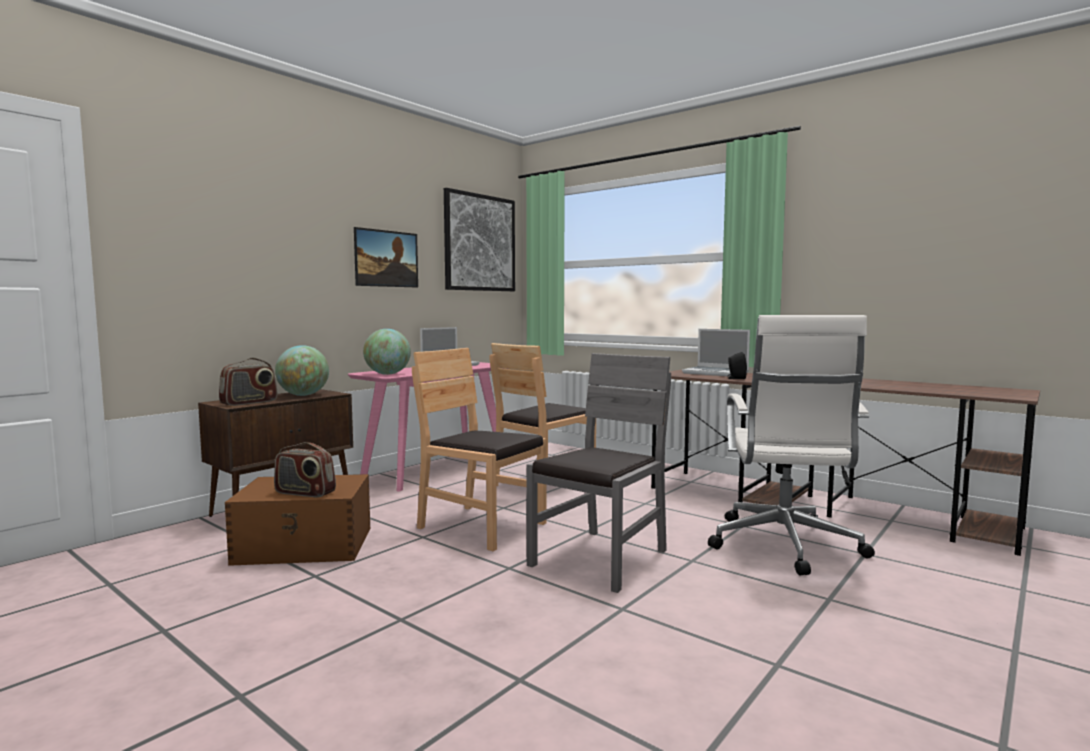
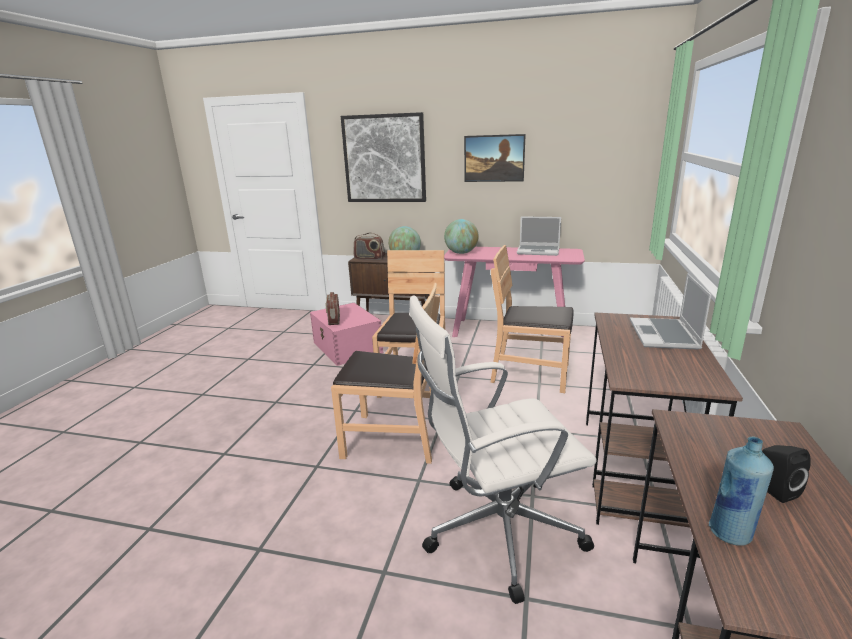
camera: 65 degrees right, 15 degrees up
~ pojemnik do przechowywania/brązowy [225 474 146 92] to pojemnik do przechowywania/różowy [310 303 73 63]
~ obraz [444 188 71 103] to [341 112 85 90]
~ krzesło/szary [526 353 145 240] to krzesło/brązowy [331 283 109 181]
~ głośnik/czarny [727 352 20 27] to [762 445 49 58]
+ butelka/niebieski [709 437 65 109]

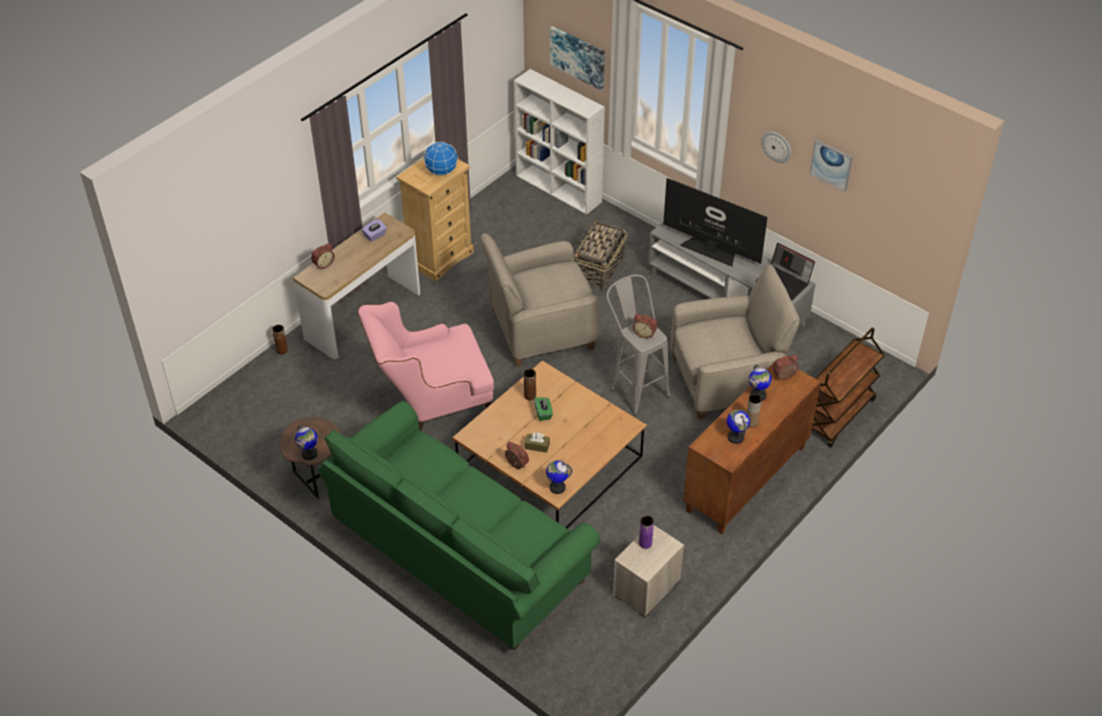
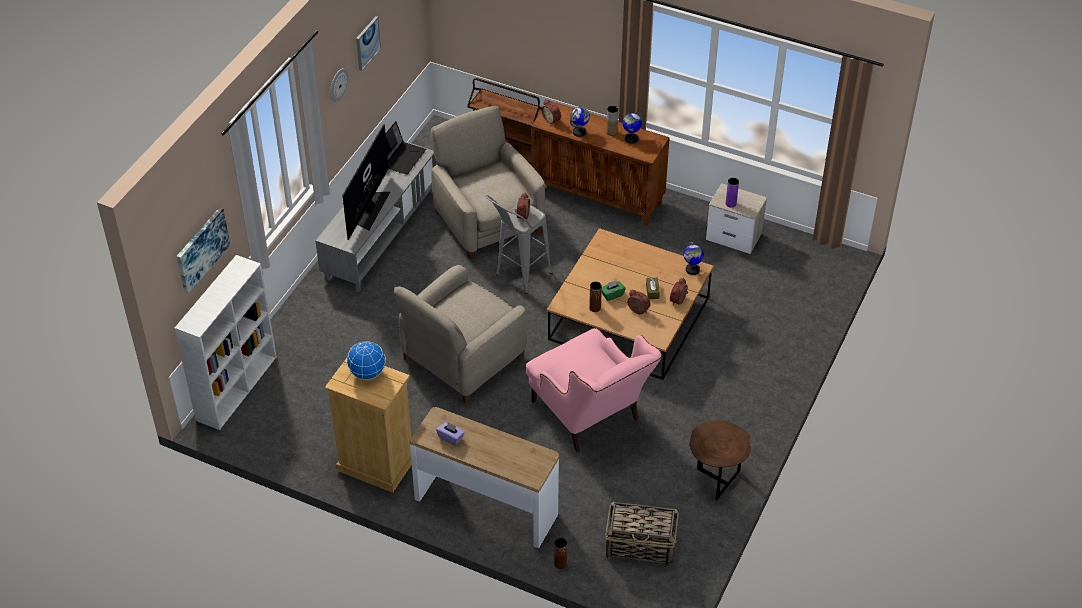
camera: 105 degrees left, 0 degrees up
- globus [295 425 23 35]
~ budzik [311 244 24 26] to [627 290 23 24]
- kanapa/zielony [318 401 282 248]
~ fotel/beżowy [481 233 118 134] = [394 265 133 139] 75 degrees clockwise
~ koszyk [573 218 54 73] to [605 502 74 64]

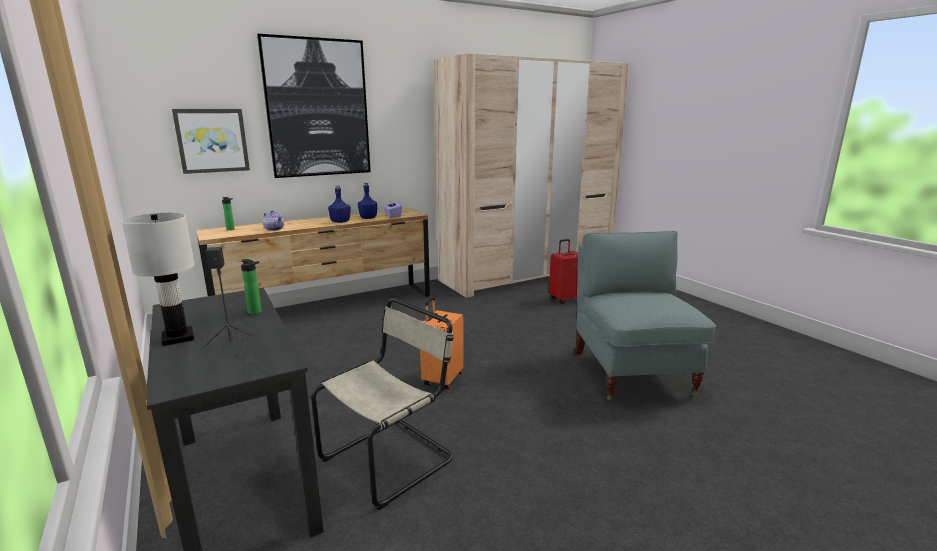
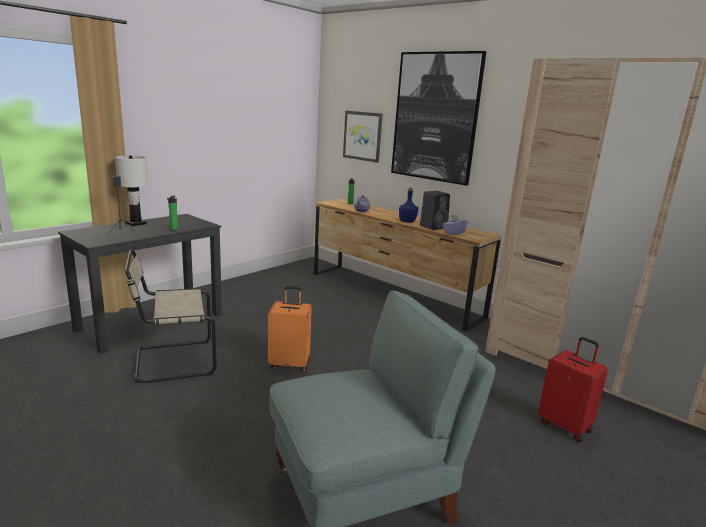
camera: 70 degrees right, 0 degrees up
~ krzesło/beżowy [311 298 143 212] = [125 249 92 134] 135 degrees clockwise
~ butelka/niebieski [358 183 19 36] to głośnik/czarny [420 191 30 39]

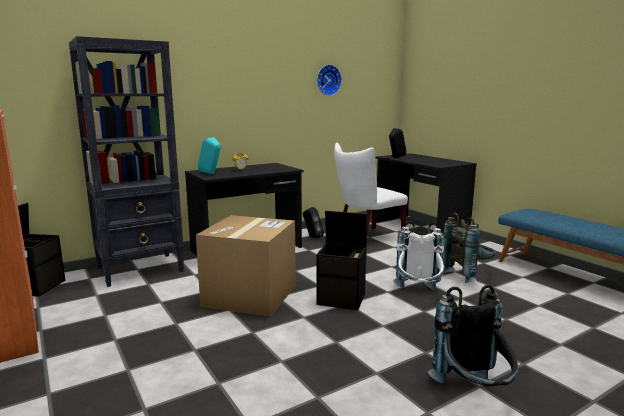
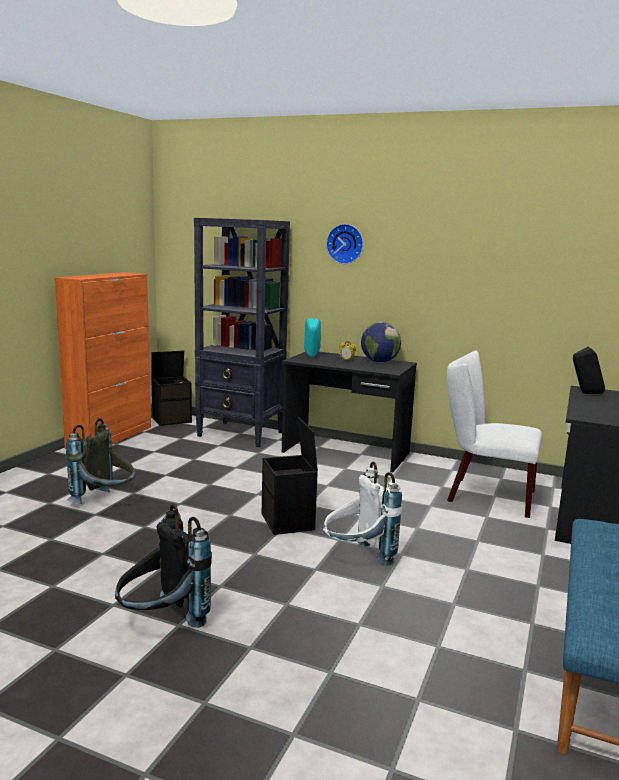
camera: 55 degrees right, 0 degrees up
- karton [196 215 100 102]
- głośnik/czarny [303 207 21 32]
~ zegar ścienny [317 65 25 31] to [326 224 37 40]
~ plecak/szary [443 212 53 71] to [66 418 69 86]
+ globus [361 322 40 41]

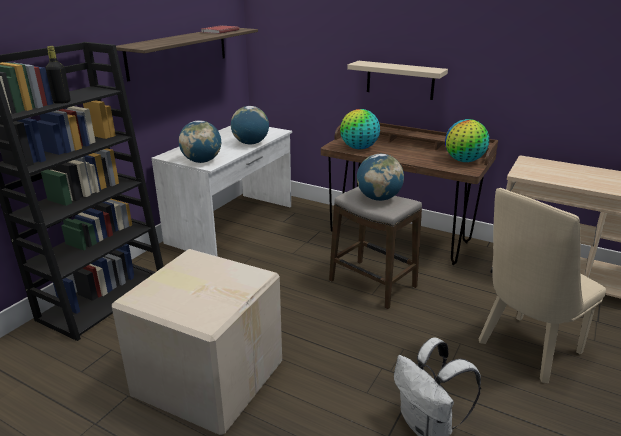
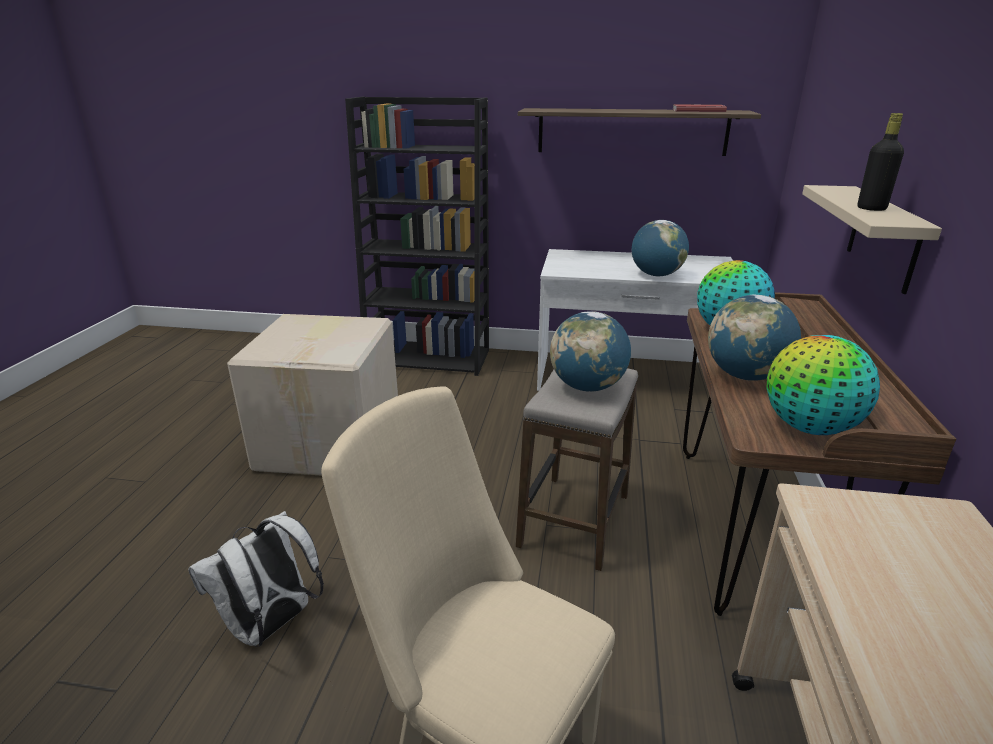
camera: 70 degrees right, 0 degrees up
~ butelka/czarny [45 46 26 58] to [858 113 46 98]
~ globus [179 120 42 43] to [708 295 93 86]

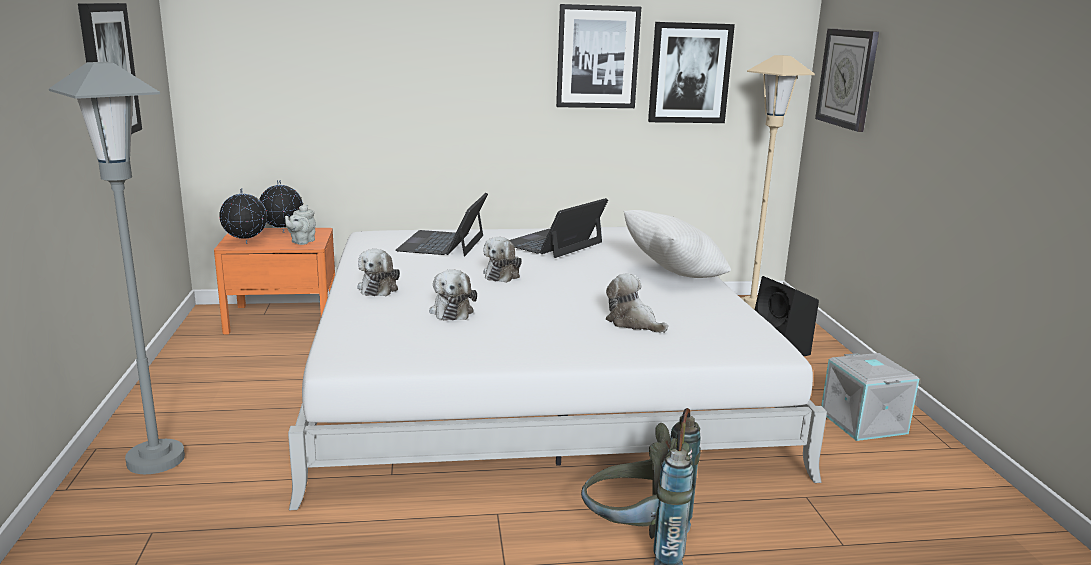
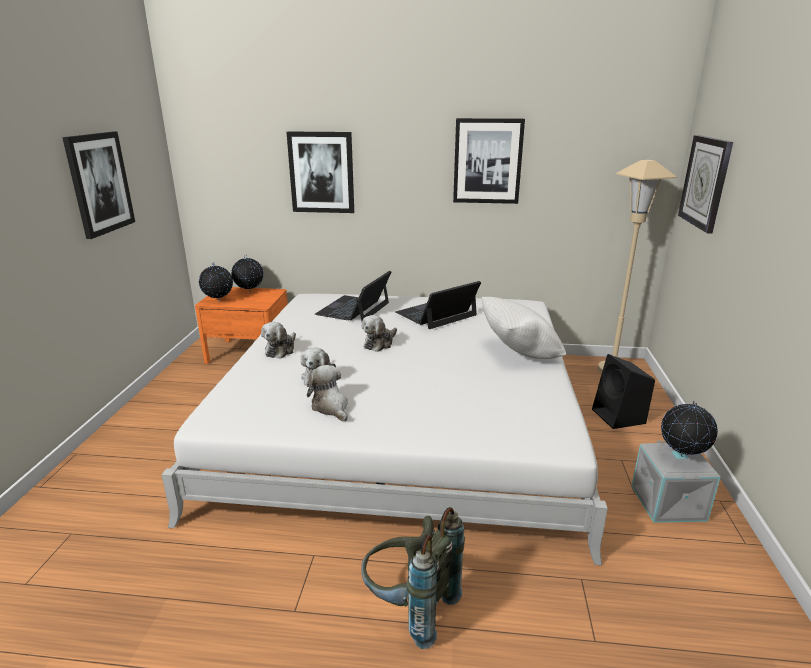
camera: 15 degrees right, 5 degrees up
- lampa stojąca/szary [49 62 136 412]
- imbryk/szary [285 204 31 41]
~ pluszak [606 273 62 60] to [307 365 41 56]
~ obraz [648 22 87 101] to [286 132 68 81]
+ globus [661 401 57 56]

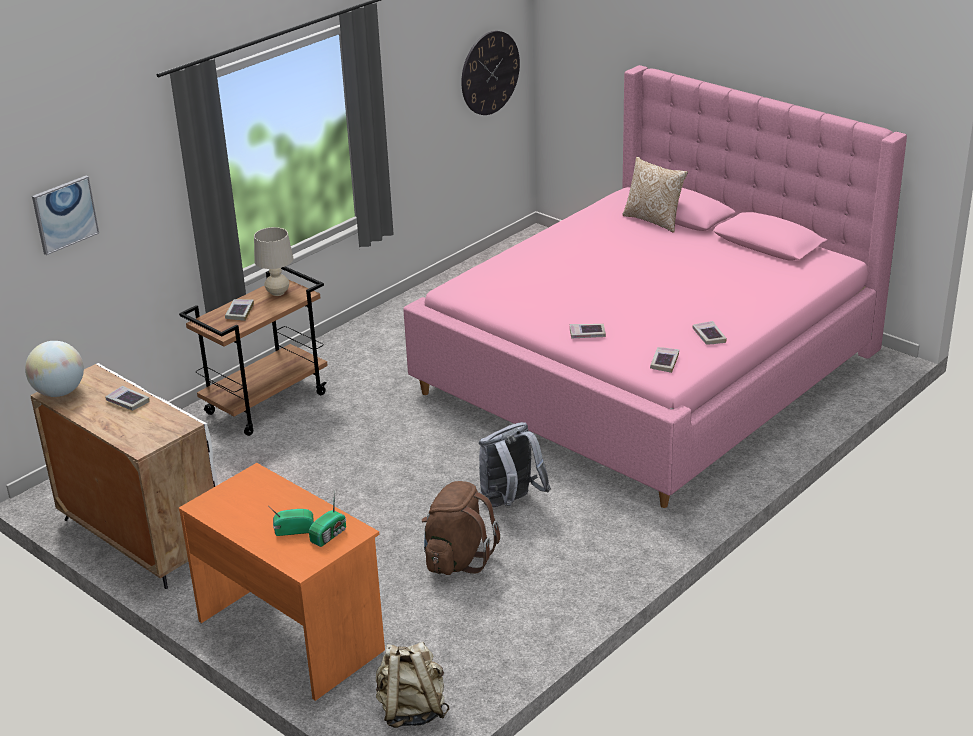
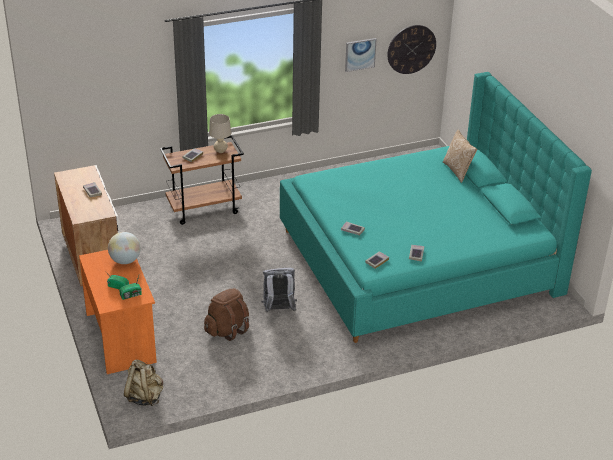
camera: 25 degrees right, 5 degrees up
~ globus [25 341 59 56] to [108 232 33 32]
~ obraz [32 176 67 79] to [345 38 32 34]
~ łóżko/różowy [403 65 504 443] to łóżko/turkusowy [280 72 312 271]

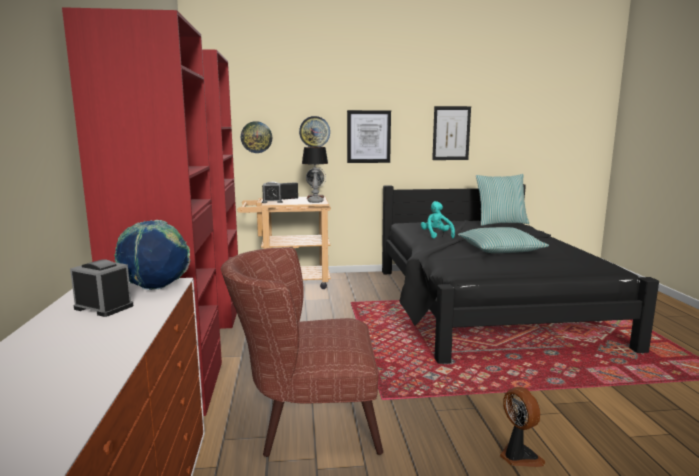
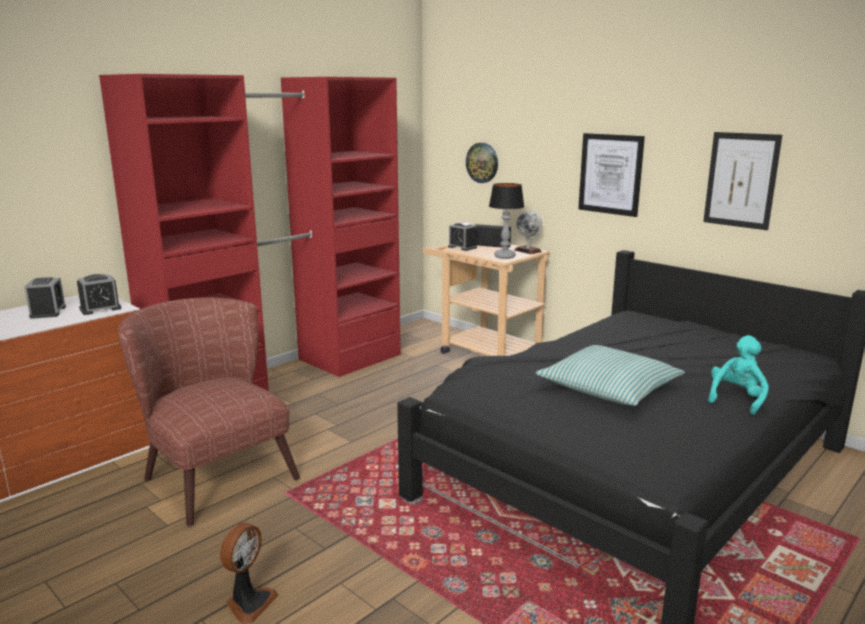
camera: 50 degrees right, 5 degrees up
~ globus [114 220 76 70] to budzik [77 274 44 41]
- zegar ścienny [299 116 31 31]
~ pluszak/turkusowy [421 201 34 37] to [708 335 61 80]
- poduszka [476 174 53 52]

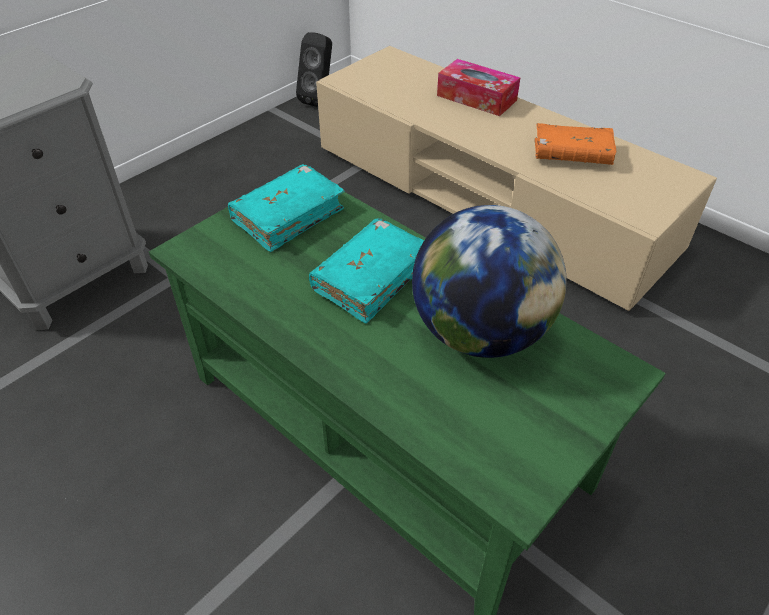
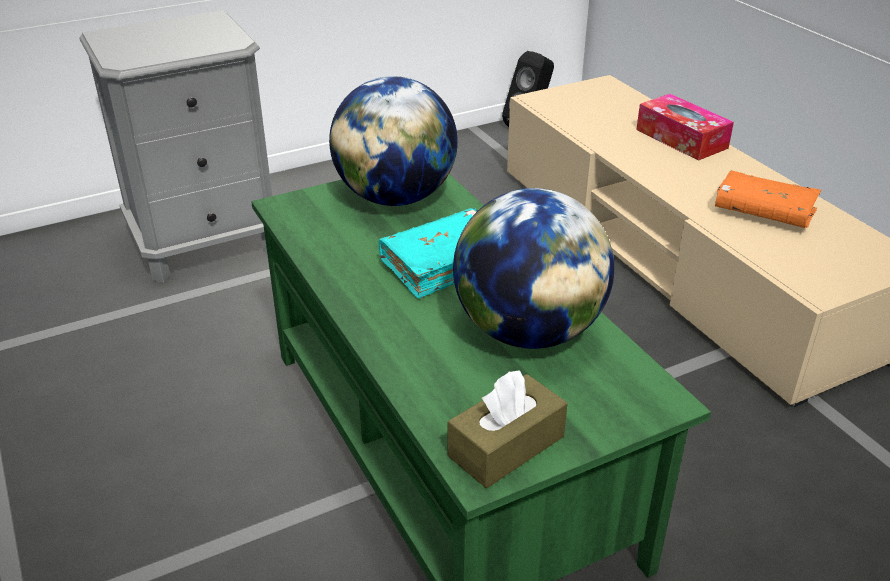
camera: 20 degrees right, 10 degrees down
~ książka/turkusowy [228 164 117 88] to globus [329 76 129 130]
+ pudełko chusteczek/brązowy [448 370 120 118]

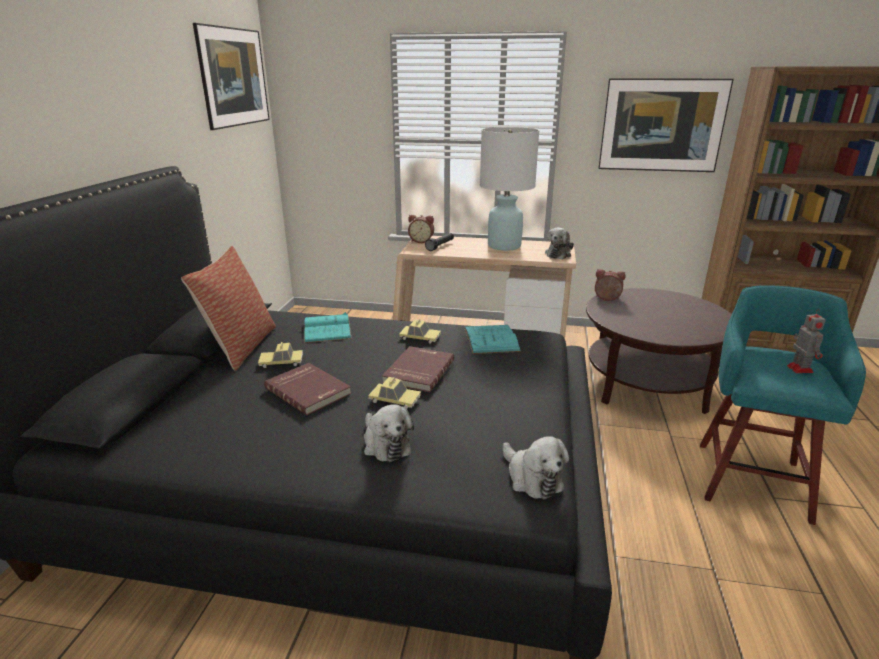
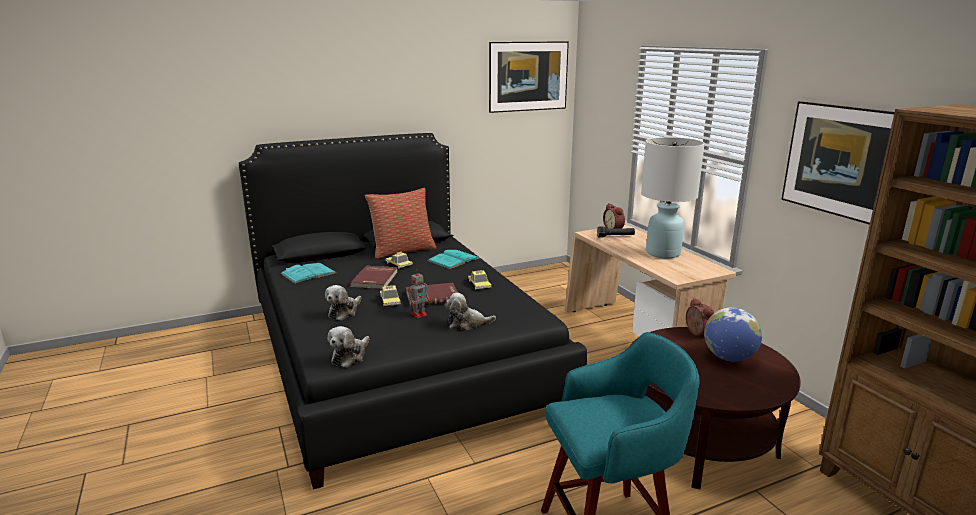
camera: 55 degrees right, 5 degrees down
~ książka/turkusowy [464 325 57 29] to [280 263 56 21]
~ pluszak [545 227 29 33] to [445 293 51 38]
~ robot zabawkowy [787 309 39 64] to [409 270 21 48]
+ globus [704 307 58 55]

